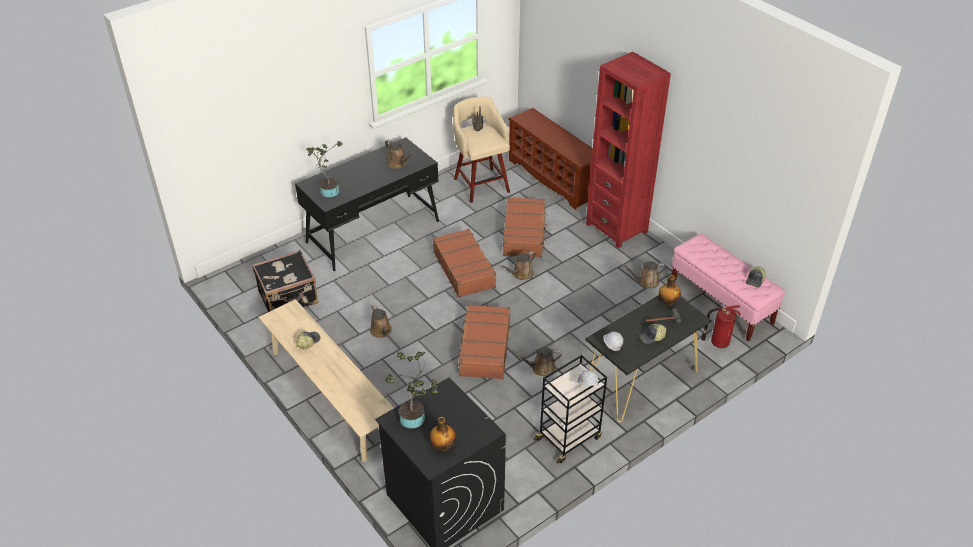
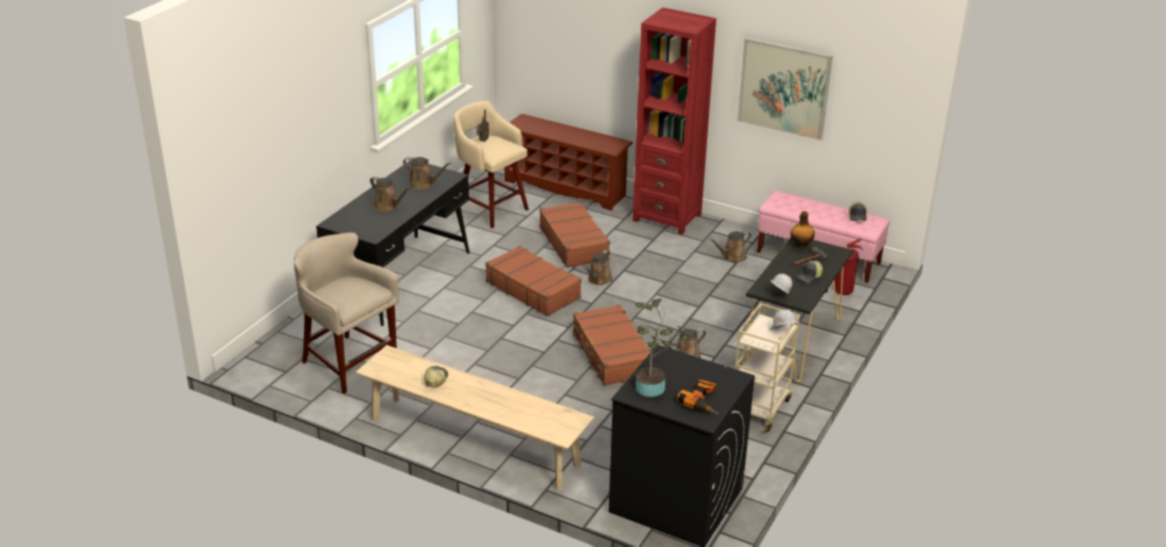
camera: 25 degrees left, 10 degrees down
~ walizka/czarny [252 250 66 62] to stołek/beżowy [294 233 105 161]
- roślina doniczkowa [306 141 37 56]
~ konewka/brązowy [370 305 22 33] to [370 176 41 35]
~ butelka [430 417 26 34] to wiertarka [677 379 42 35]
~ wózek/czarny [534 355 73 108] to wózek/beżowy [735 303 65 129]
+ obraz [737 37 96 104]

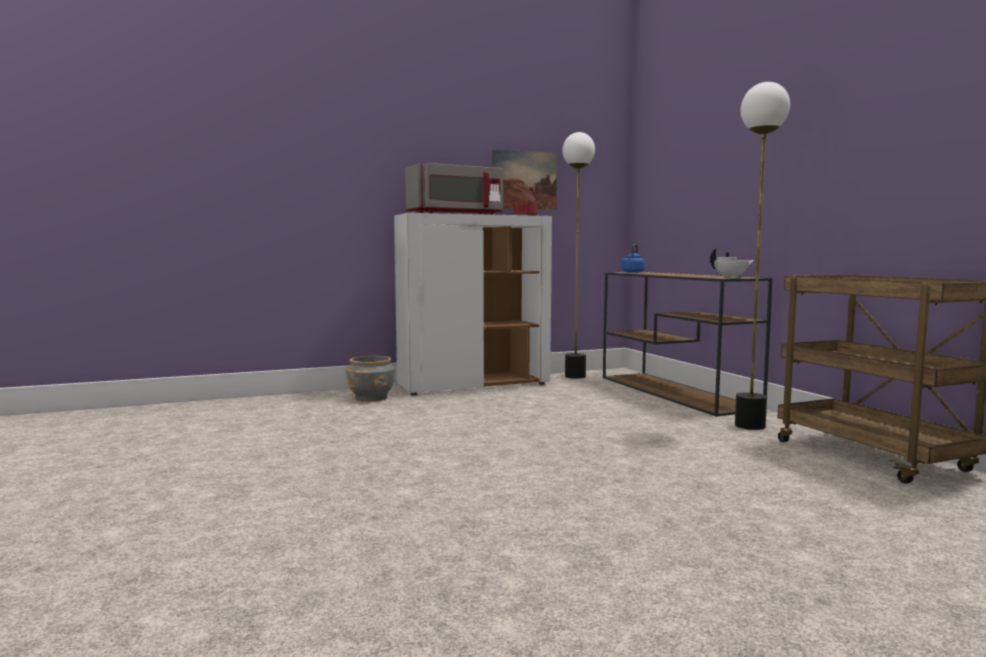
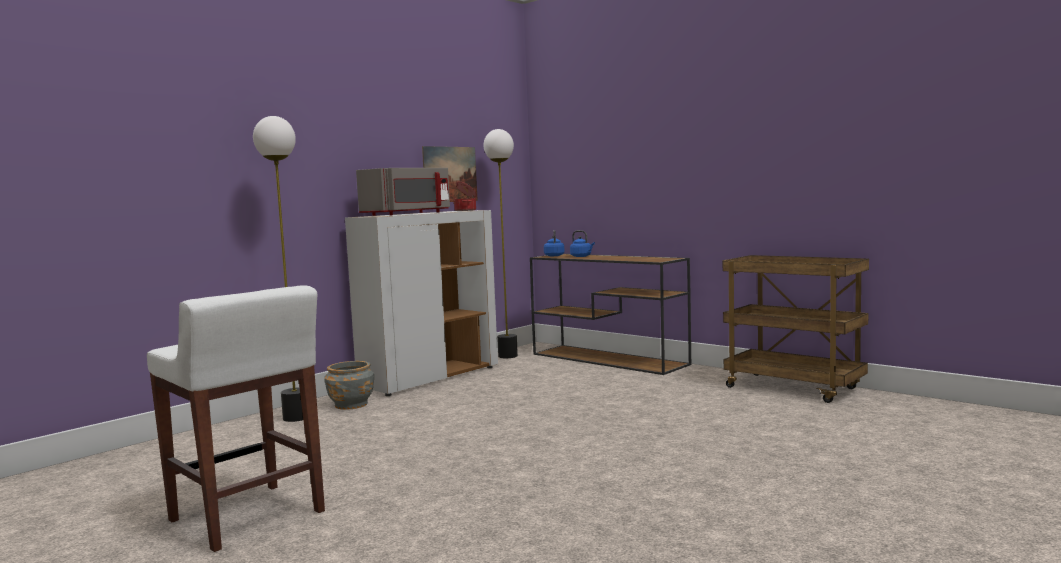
camera: 25 degrees left, 0 degrees up
- imbryk/biały [710 248 45 30]
~ lampa stojąca [735 82 55 348] to [253 116 50 306]
+ stołek/biały [147 285 178 267]
+ czajnik/niebieski [570 230 25 27]

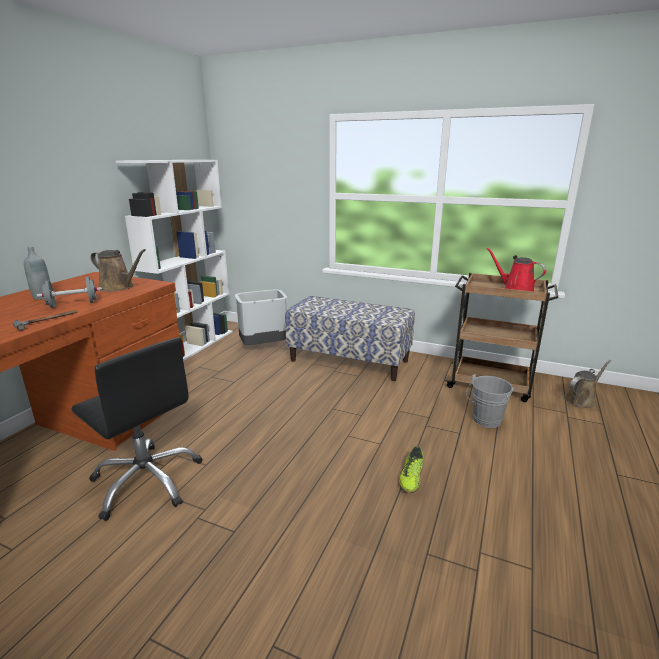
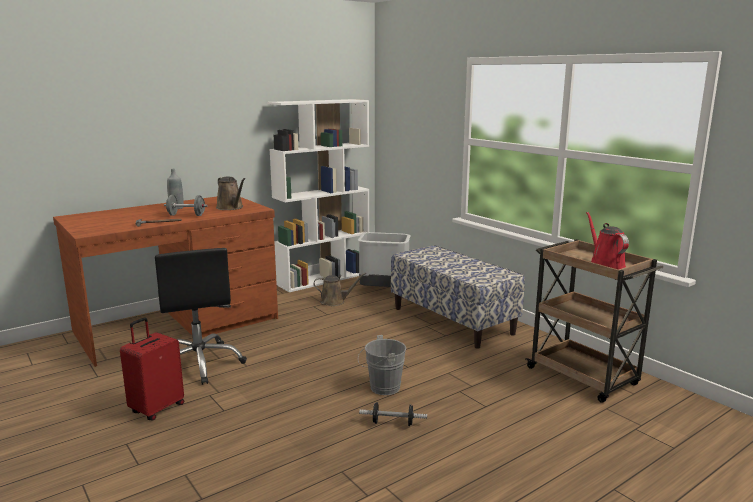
camera: 30 degrees right, 5 degrees down
~ but [399 446 24 47] to hantel [359 402 68 24]
~ wiadro/szary [466 374 48 54] to [358 335 48 60]
~ konewka/brązowy [564 360 47 48] to [313 273 53 33]
+ walizka/czerwony [120 318 64 102]

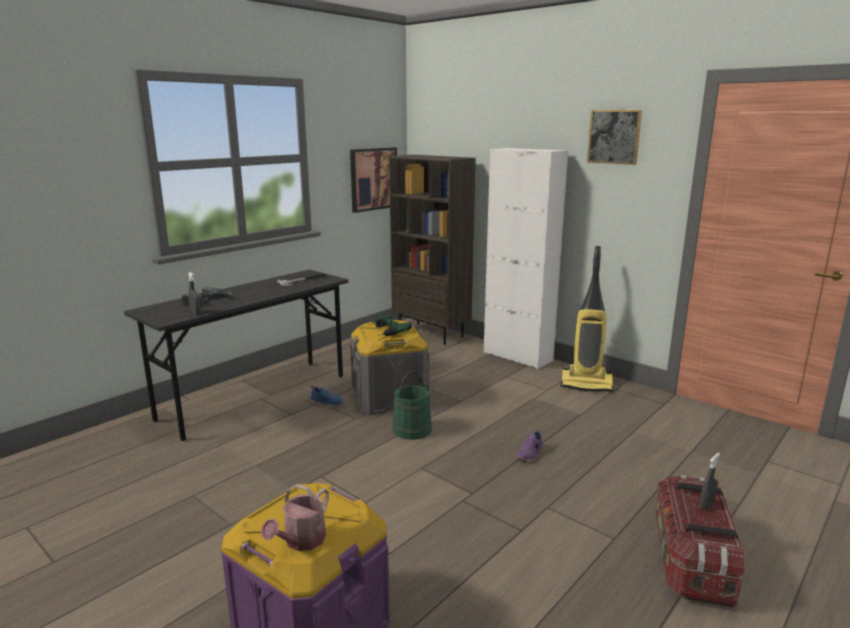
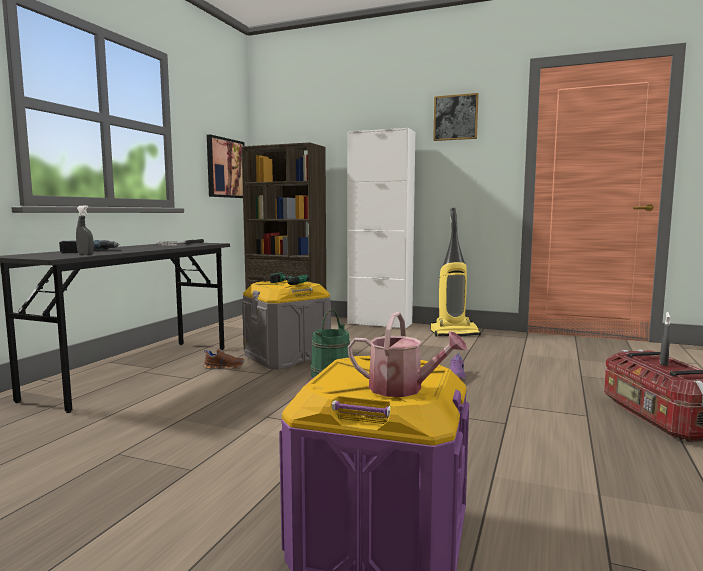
camera: 20 degrees left, 10 degrees down
~ konewka [261 484 68 67] = [348 312 120 85] 75 degrees counterclockwise
~ but/niebieski [310 385 34 22] to but/brązowy [203 349 42 20]

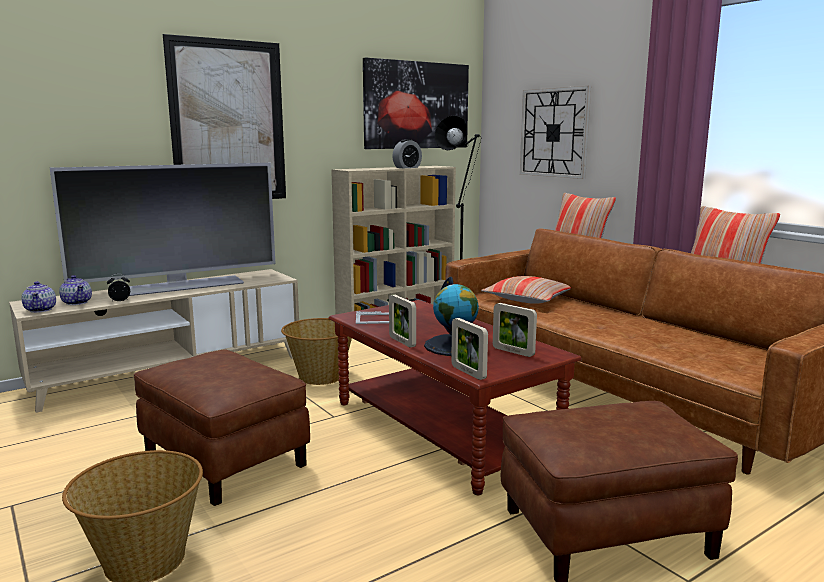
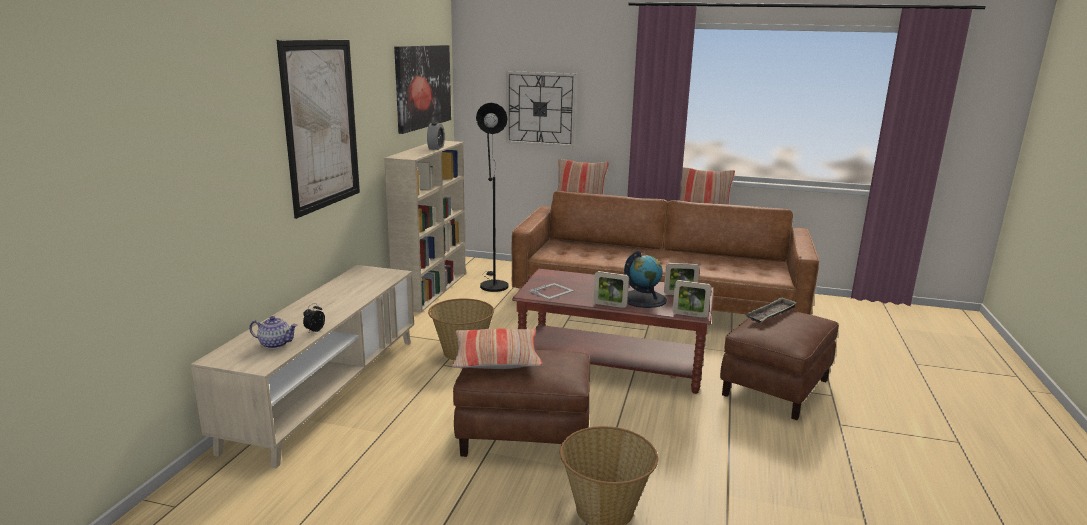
camera: 40 degrees left, 5 degrees up
- imbryk [22 281 34 32]
- telewizor [50 163 226 133]
~ poduszka [481 276 90 28] to [452 328 91 41]
+ taca [746 297 51 26]

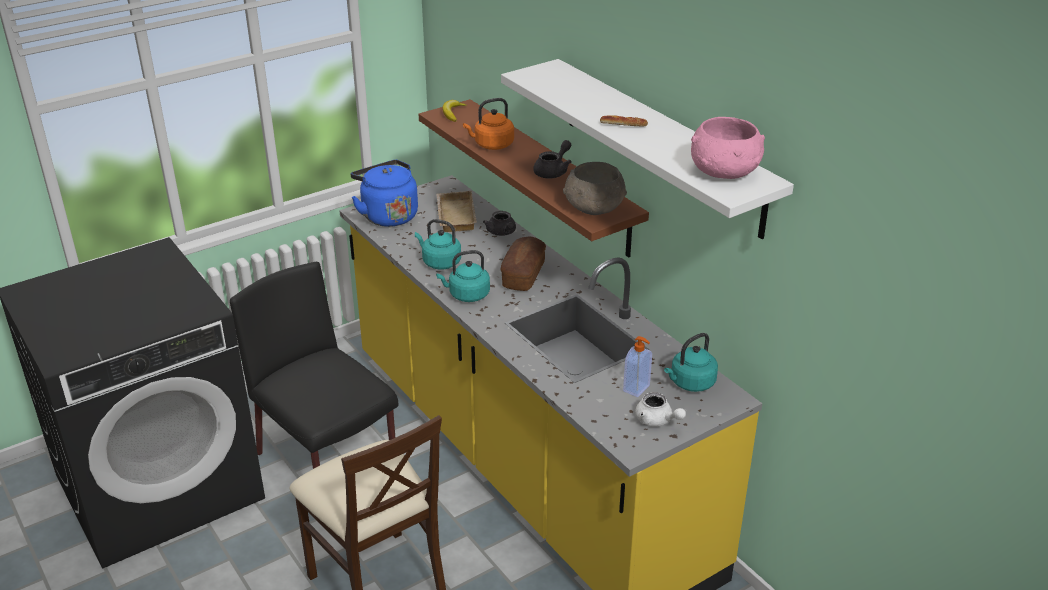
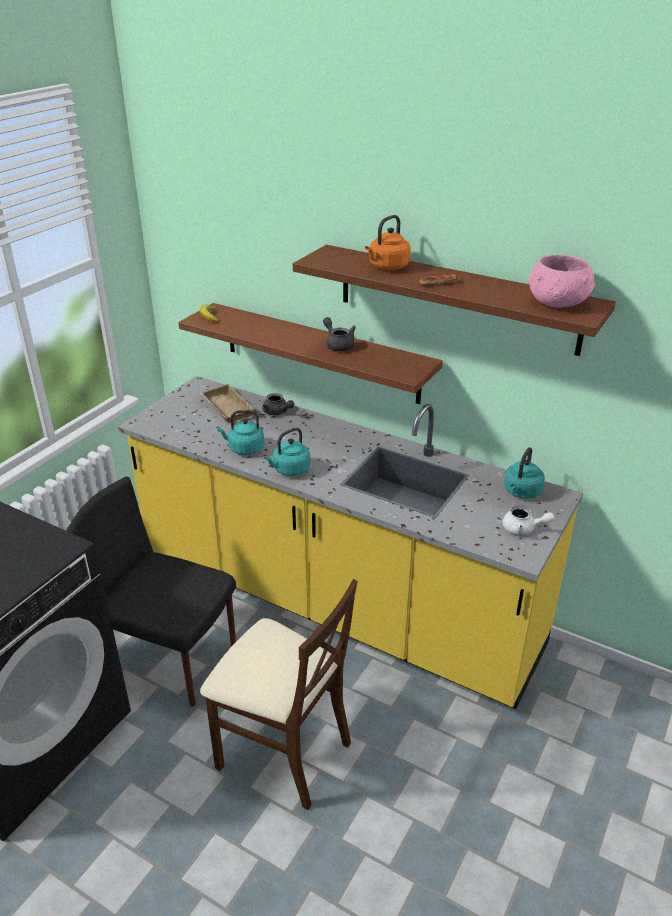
camera: 25 degrees left, 0 degrees up
- czajnik/niebieski [350 160 68 67]
~ czajnik/pomarańczowy [463 98 51 52] to [365 215 46 55]
- chleb [500 236 46 55]
~ półka/biały [501 59 293 180] to półka/brązowy [293 245 323 111]
~ imbryk/szary [533 140 39 39] = [323 317 33 34] 45 degrees counterclockwise
- miska/szary [563 162 64 53]
- dozownik mydła [623 336 29 61]

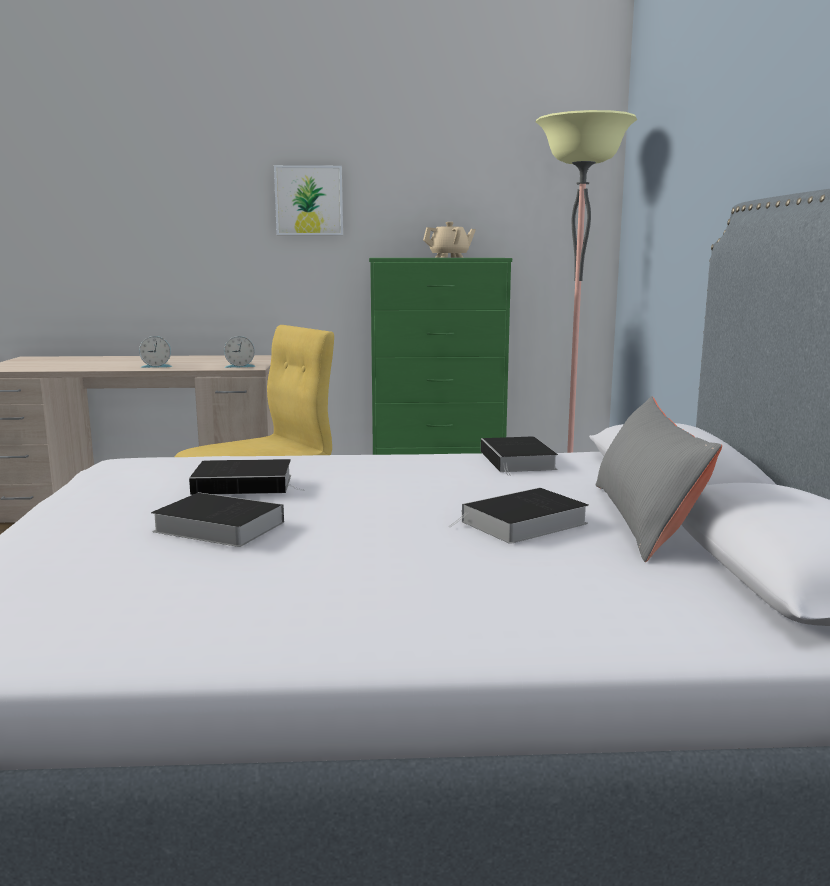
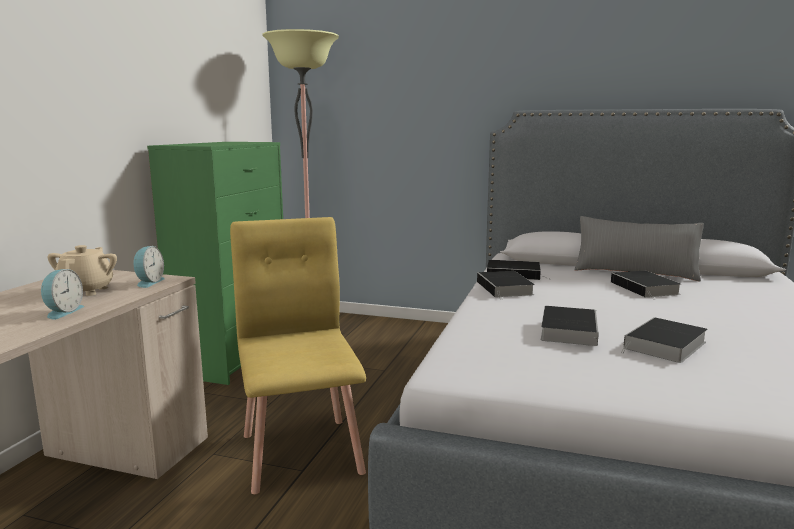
camera: 70 degrees left, 0 degrees up
- obraz [274 165 69 70]
~ imbryk/beżowy [423 222 53 36] to [48 245 69 51]
+ książka [477 271 58 29]

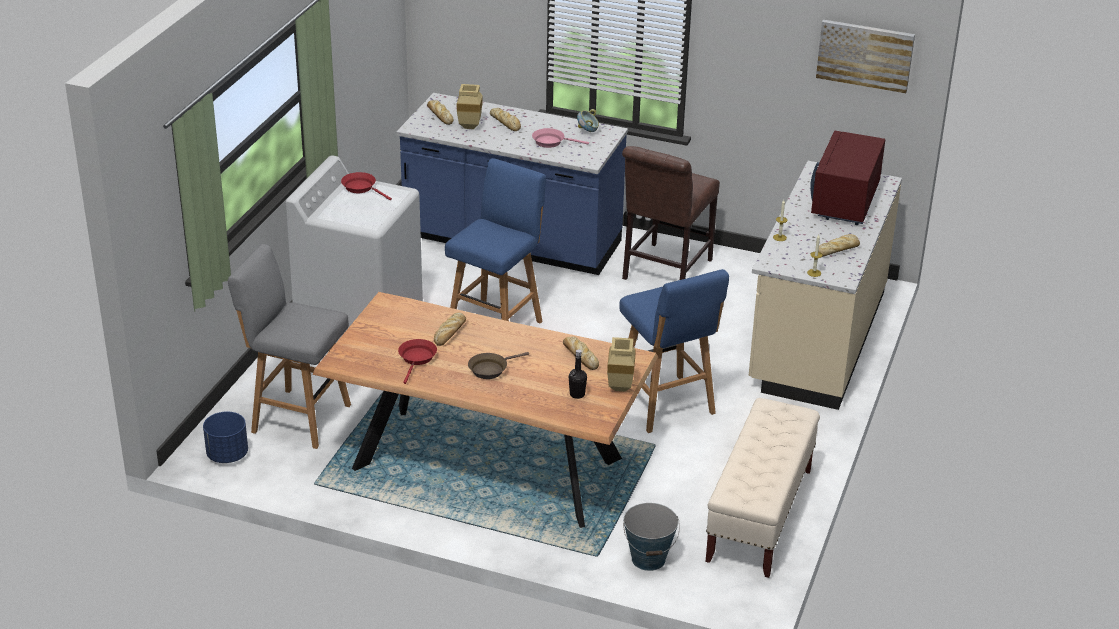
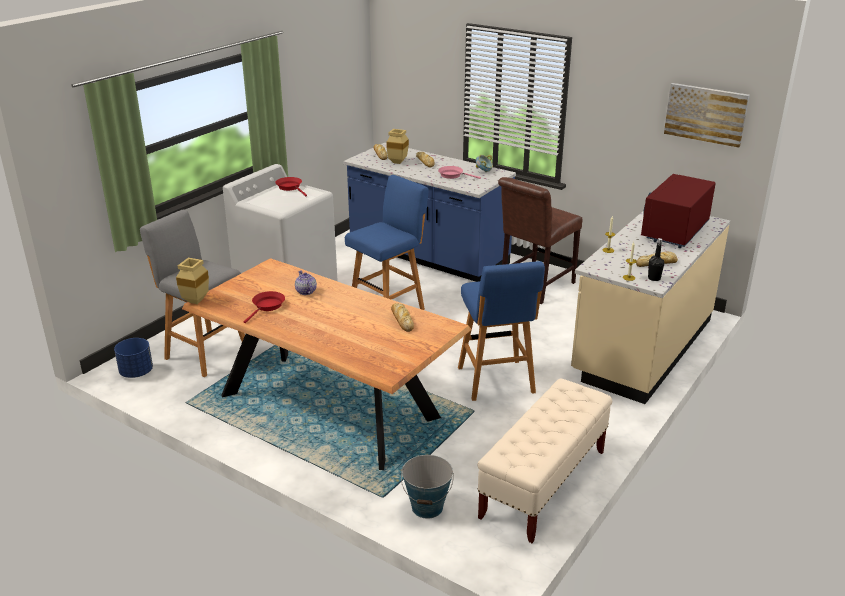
camera: 15 degrees right, 5 degrees down
~ chleb [434 312 32 34] to imbryk [295 271 22 24]
- patelnia/brązowy [468 352 61 27]
~ butelka/czarny [569 349 18 50] to [648 238 16 43]
~ wazon/beżowy [607 337 29 54] to [176 258 33 46]

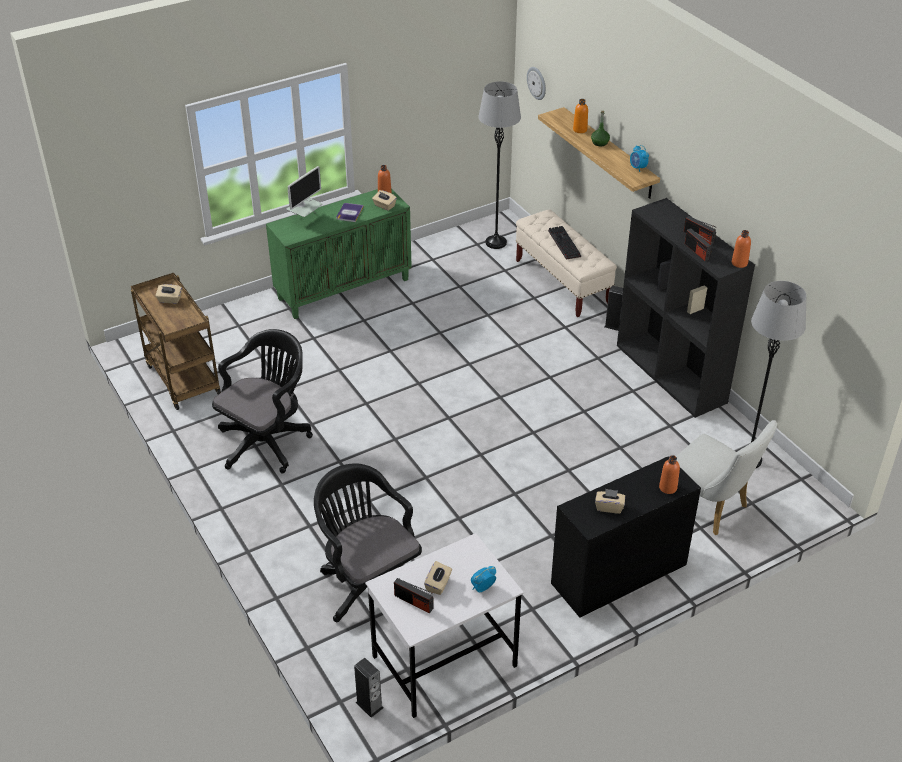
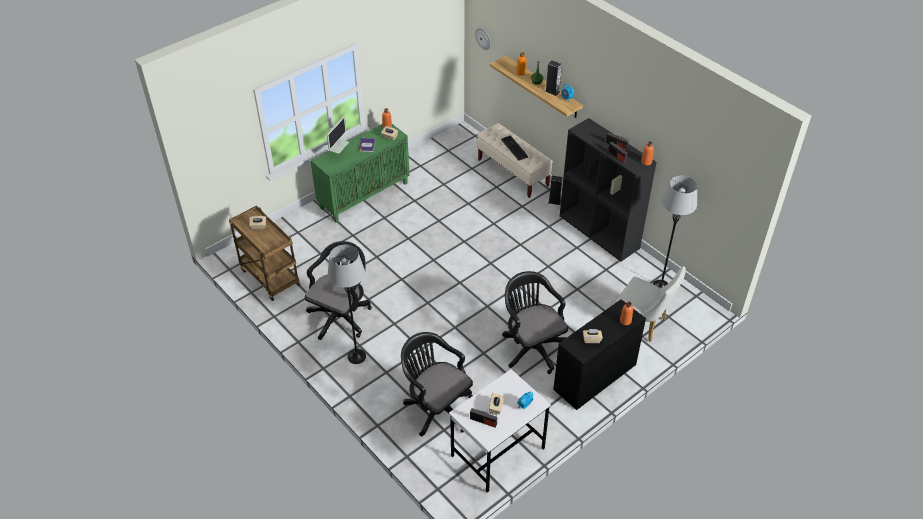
camera: 10 degrees left, 5 degrees up
~ głośnik [354 658 29 60] to [545 60 17 36]
~ lampa stojąca/szary [478 81 43 168] to [328 245 38 119]
+ krzesło biurowe/czarny [502 271 66 103]

